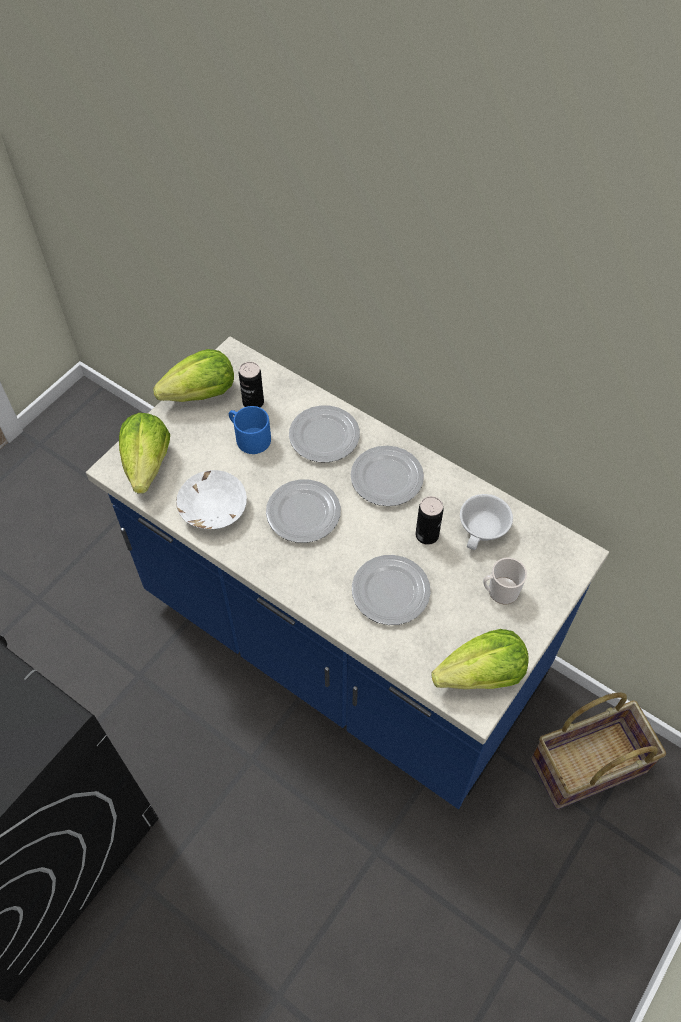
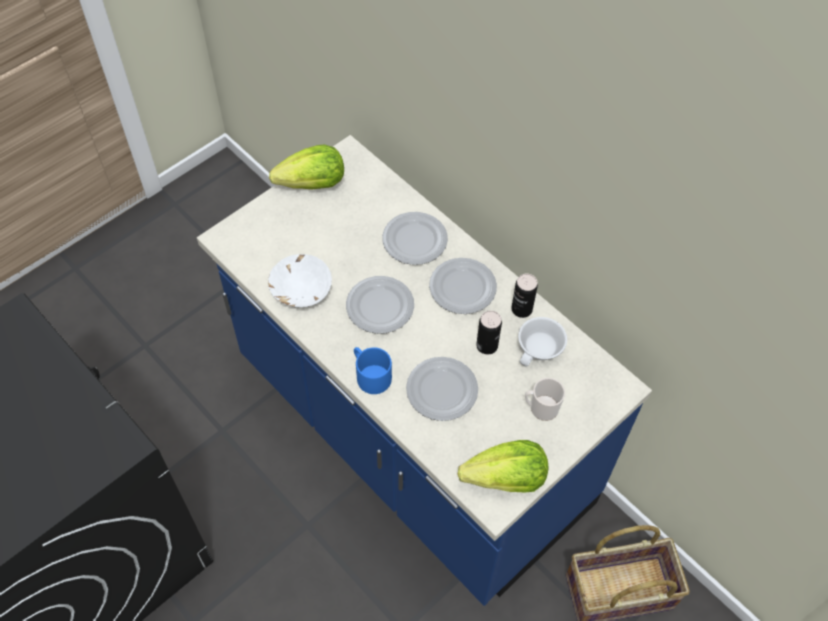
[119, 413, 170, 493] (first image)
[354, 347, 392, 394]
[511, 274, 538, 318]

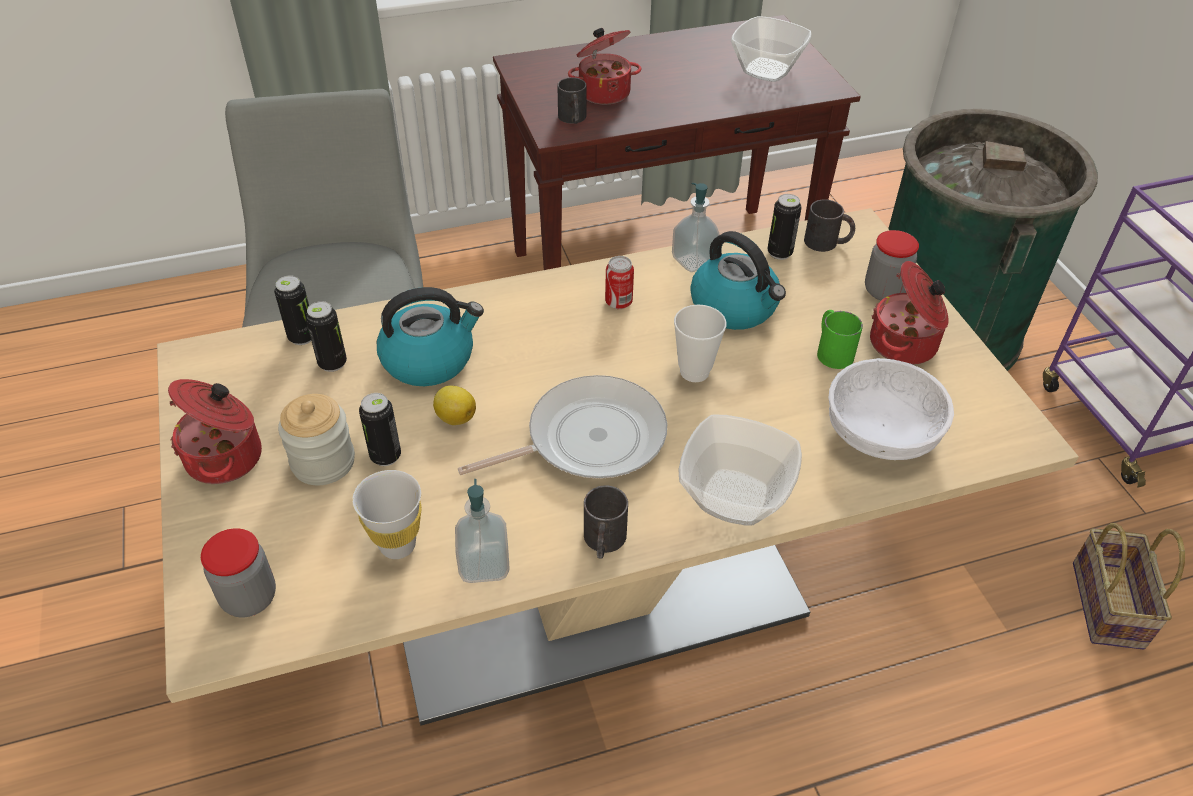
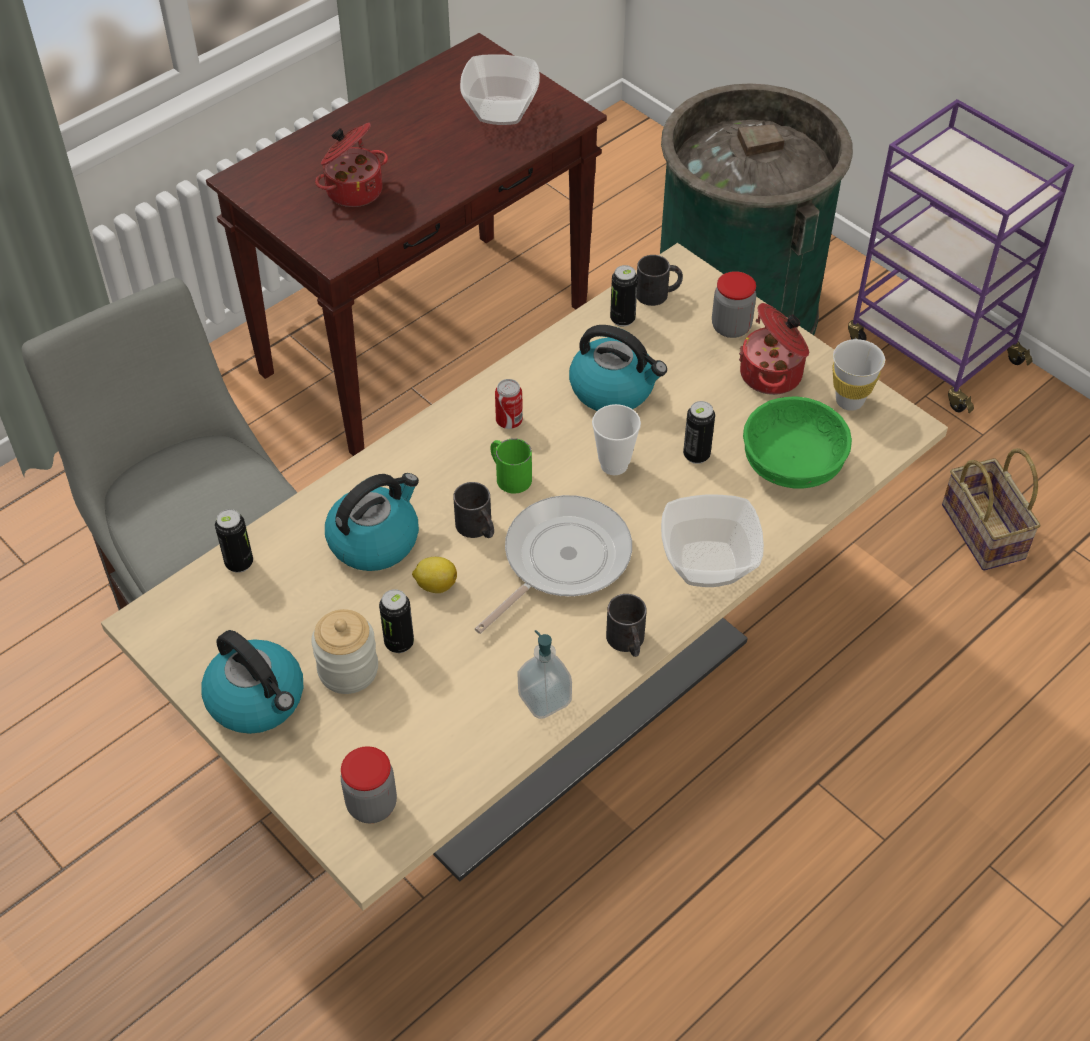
[202, 630, 304, 734]
[683, 401, 715, 464]
[832, 339, 885, 411]
[453, 482, 494, 538]
[672, 183, 720, 272] (first image)
[490, 438, 532, 494]
[743, 396, 852, 488]

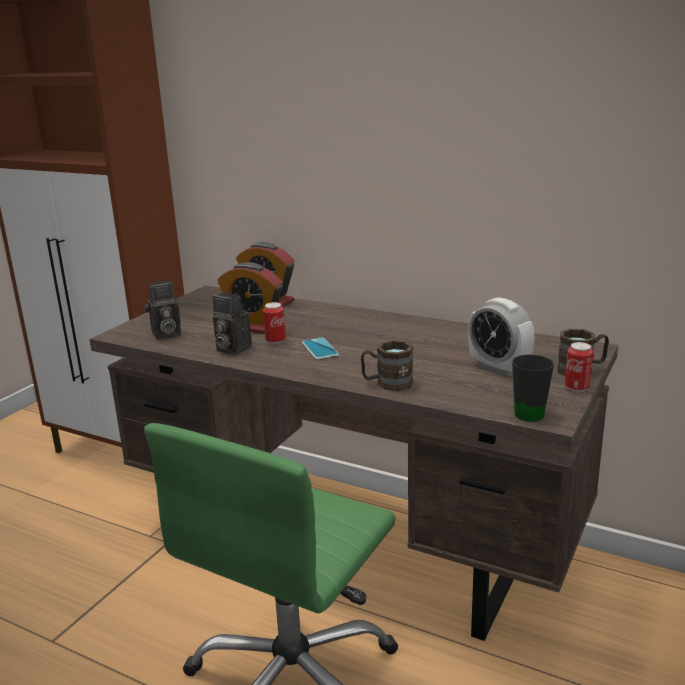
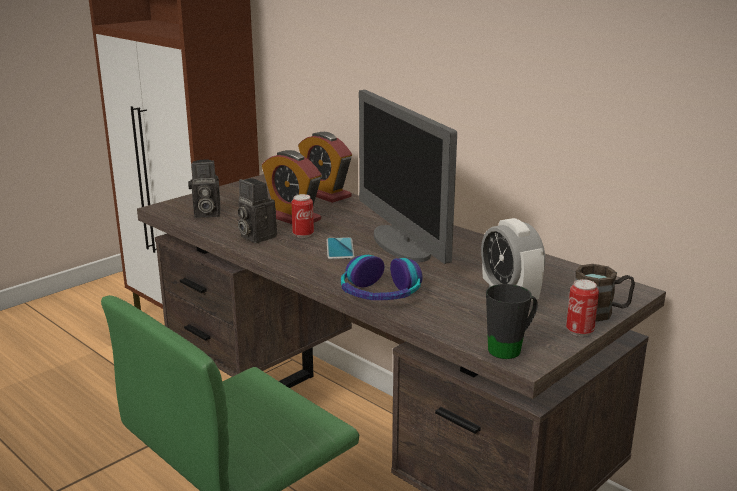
[341, 255, 423, 300]
[359, 90, 457, 264]

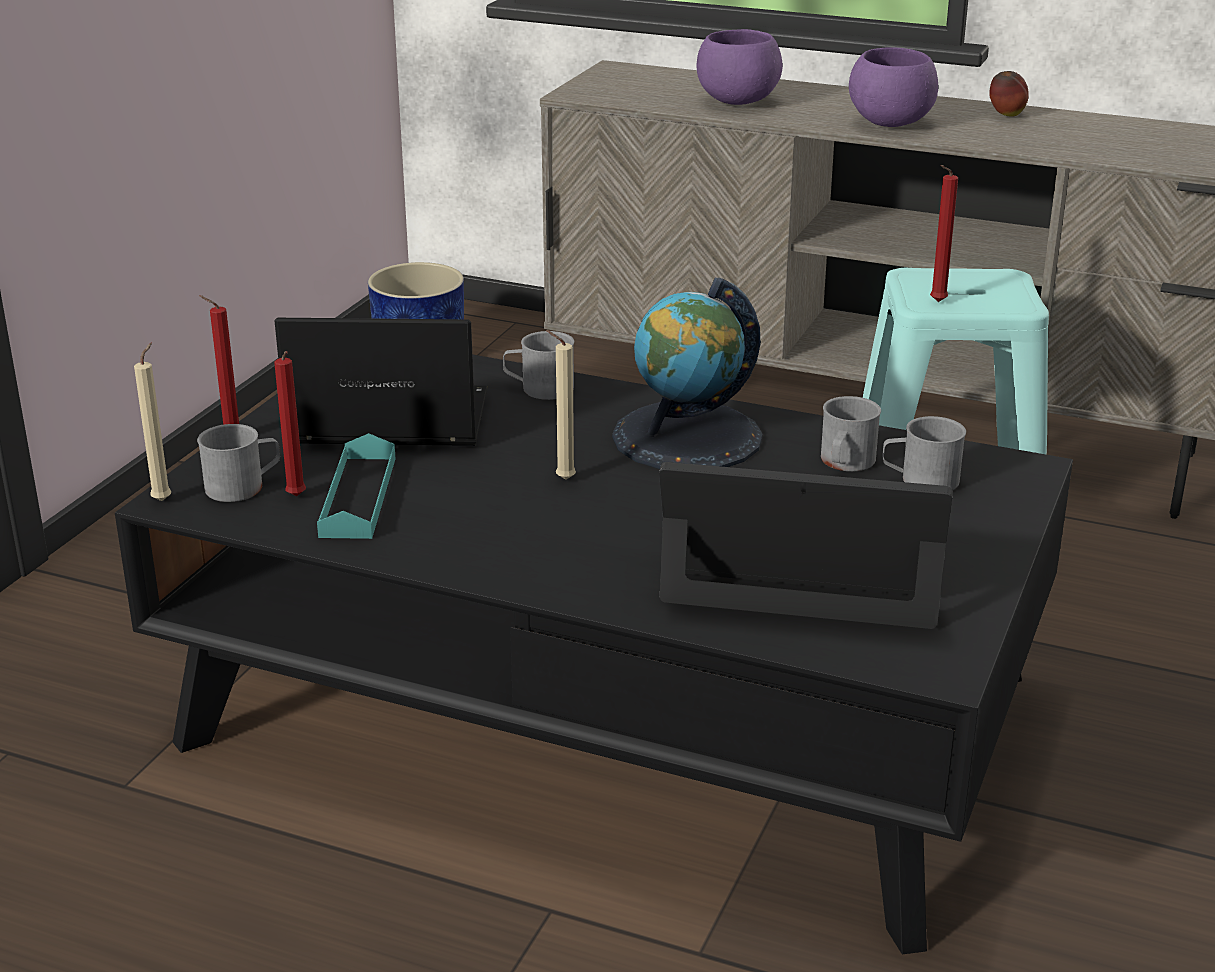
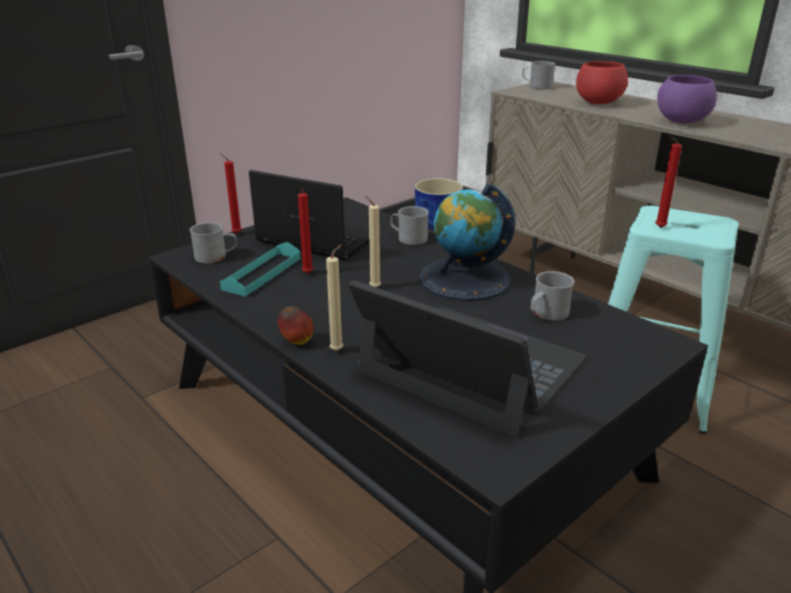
[326, 244, 343, 351]
[298, 188, 313, 273]
[576, 61, 628, 104]
[522, 61, 555, 89]
[278, 306, 314, 345]

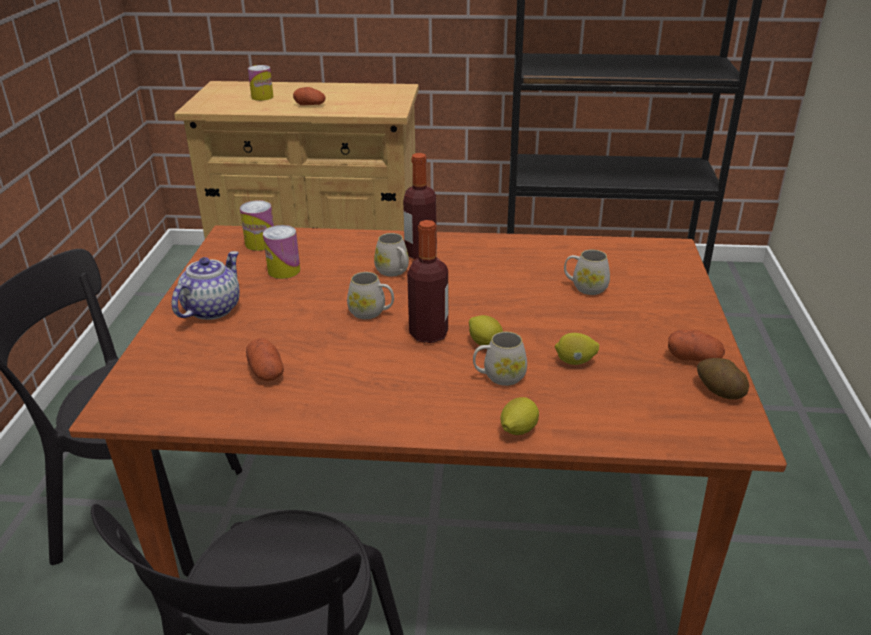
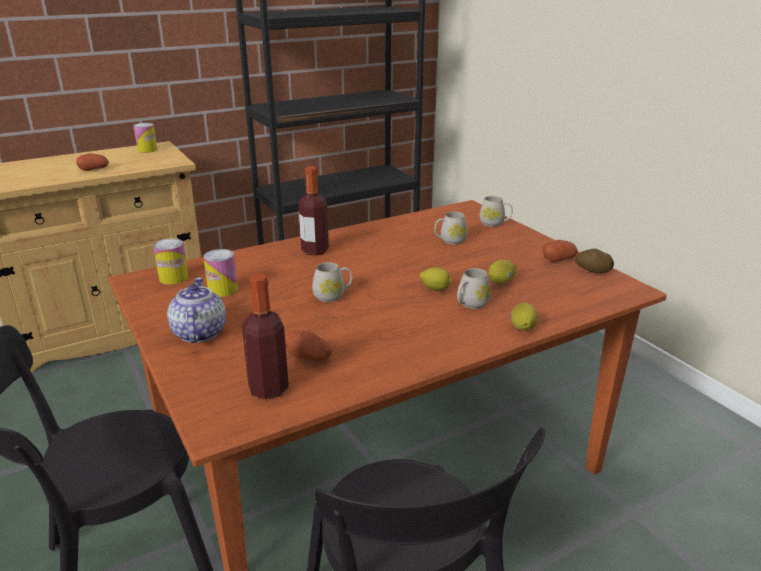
[134, 123, 158, 153]
[480, 196, 513, 227]
[242, 274, 289, 399]

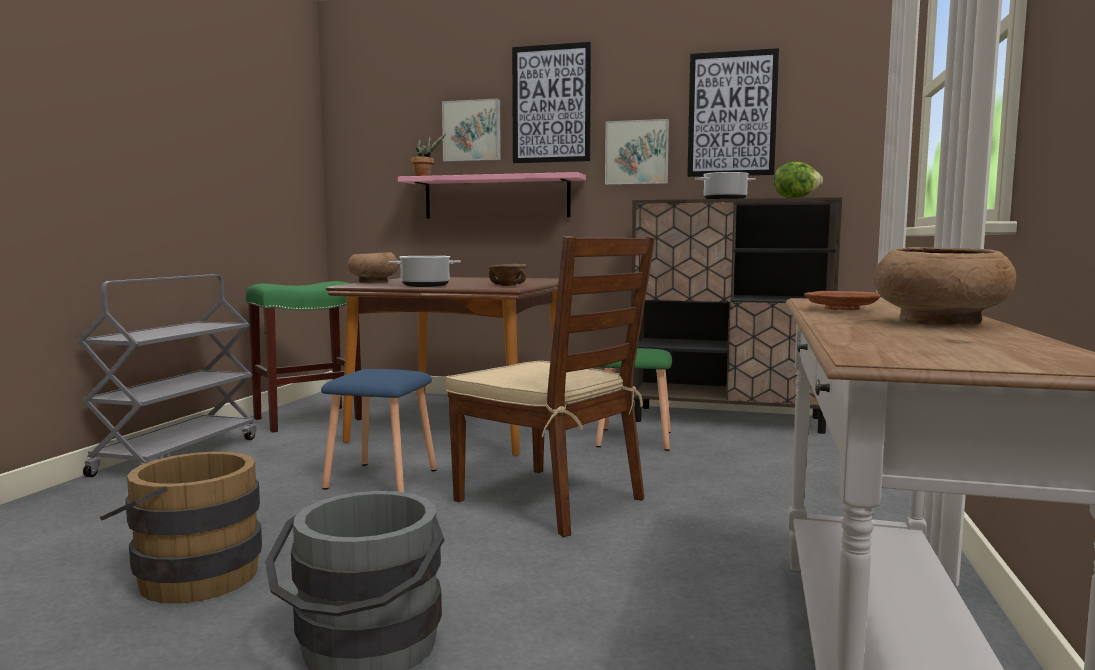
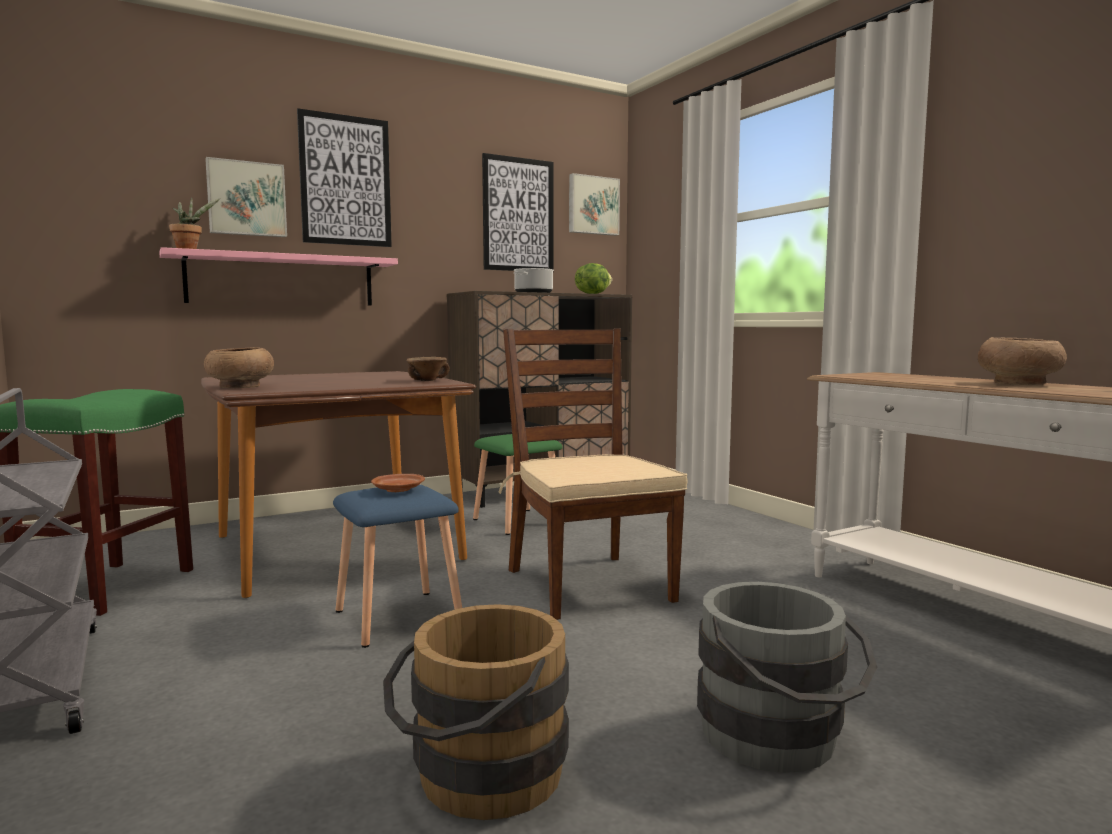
[388, 256, 461, 287] (first image)
[498, 328, 688, 620]
[569, 173, 620, 236]
[371, 474, 425, 492]

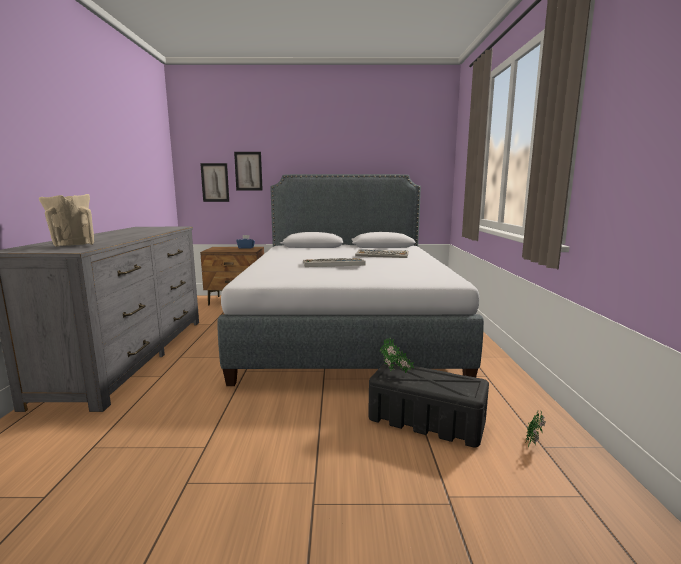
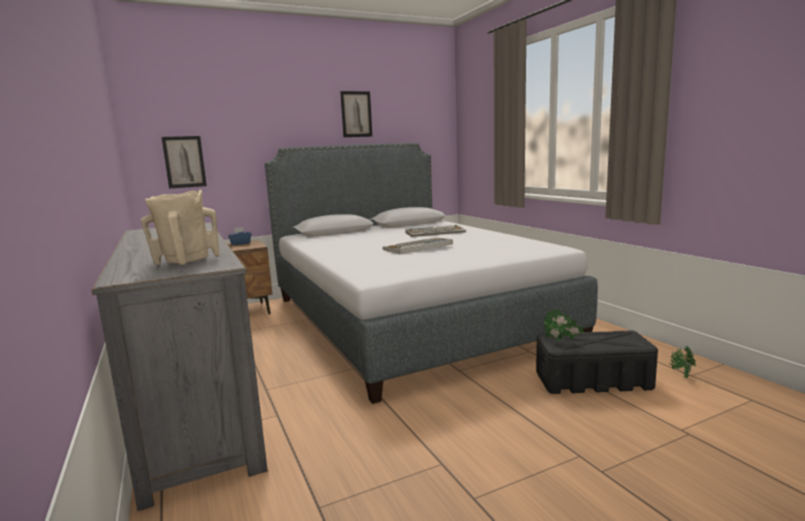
[340, 91, 372, 137]

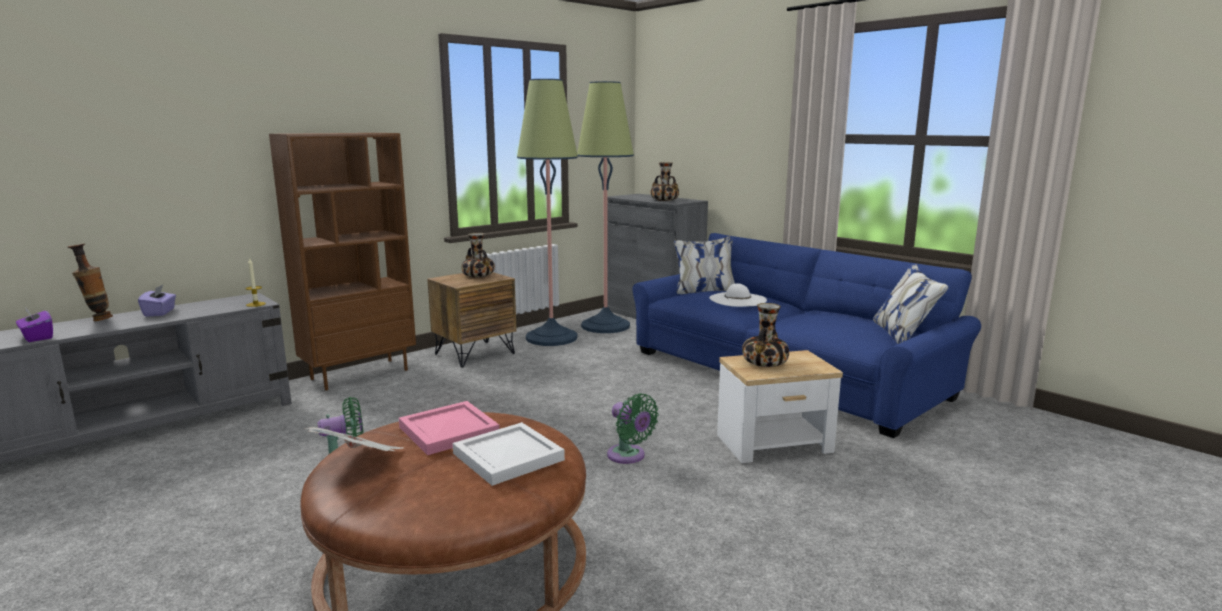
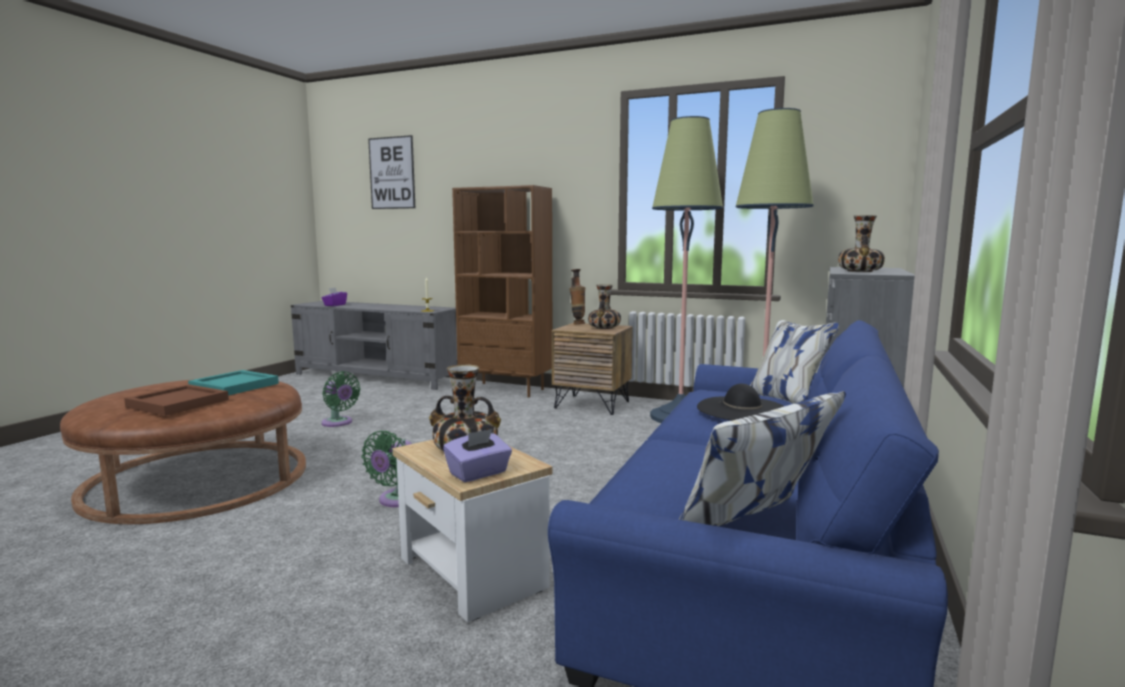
[569, 269, 585, 325]
[443, 429, 512, 482]
[305, 427, 404, 451] (first image)
[188, 370, 279, 396]
[124, 384, 229, 416]
[697, 384, 784, 420]
[368, 135, 415, 209]

